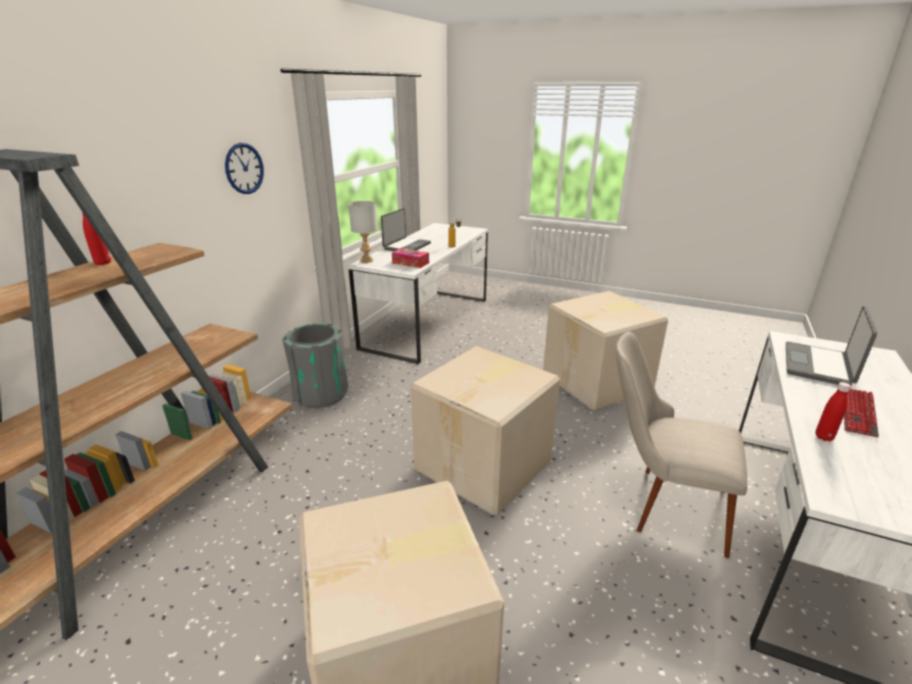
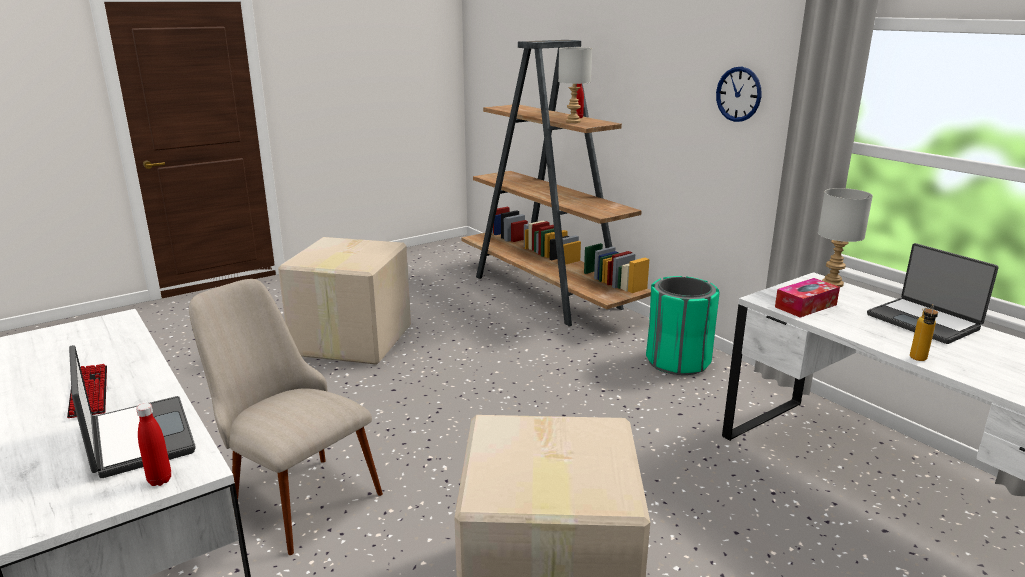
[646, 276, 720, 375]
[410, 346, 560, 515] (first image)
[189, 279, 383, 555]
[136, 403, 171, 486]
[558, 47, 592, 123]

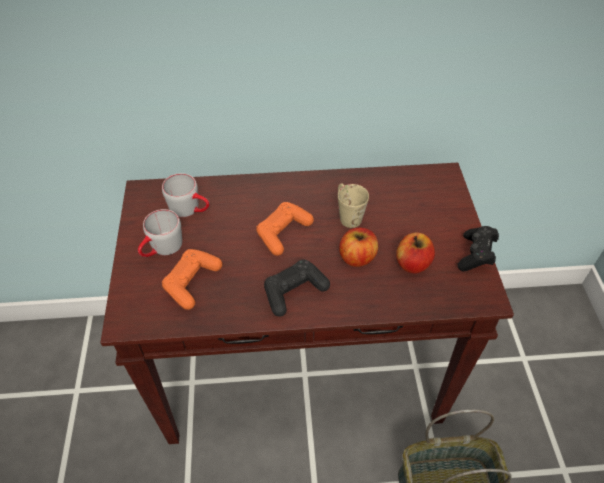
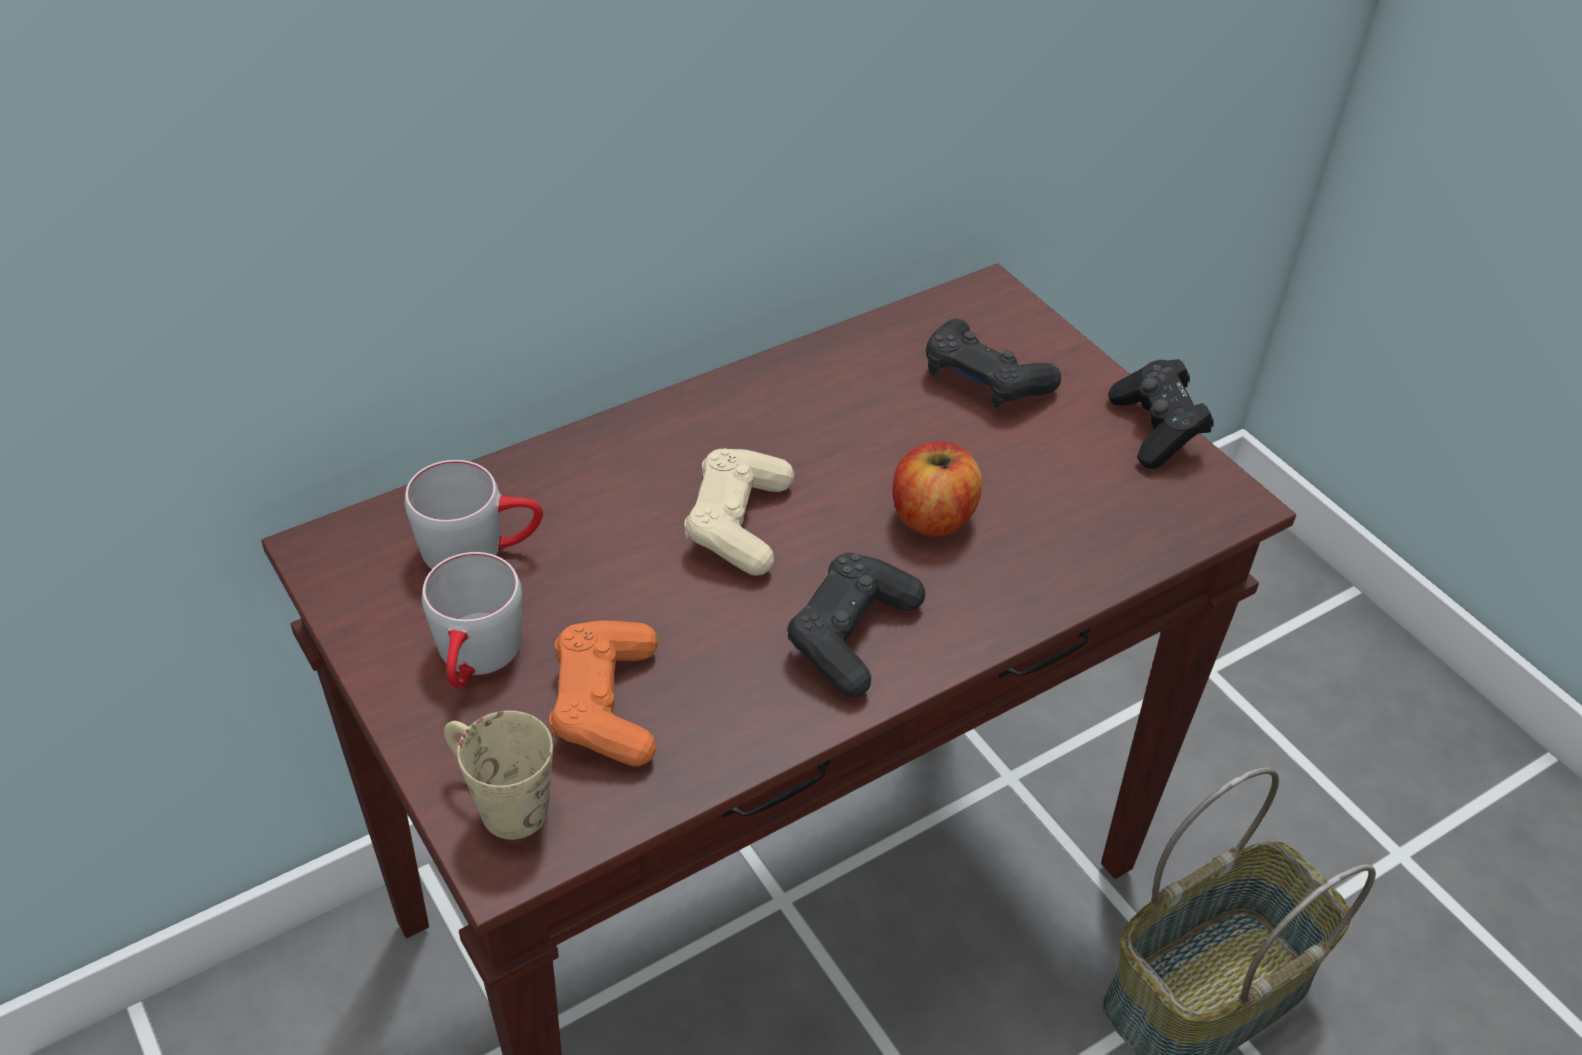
[684, 449, 794, 576]
[444, 711, 553, 840]
[396, 233, 435, 274] (first image)
[926, 318, 1061, 408]

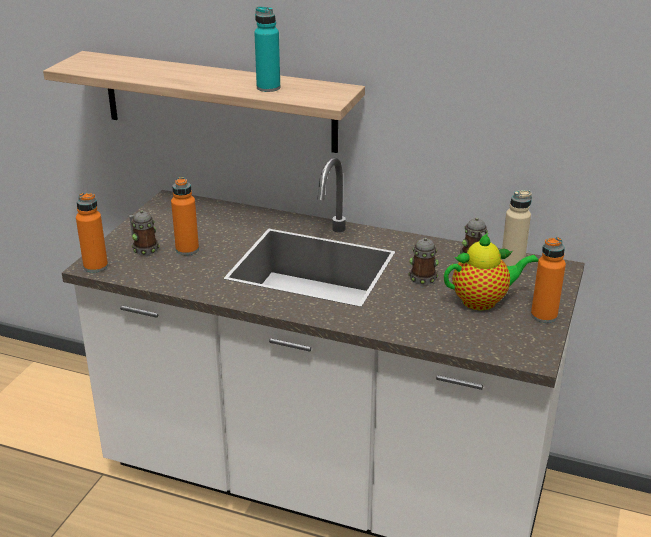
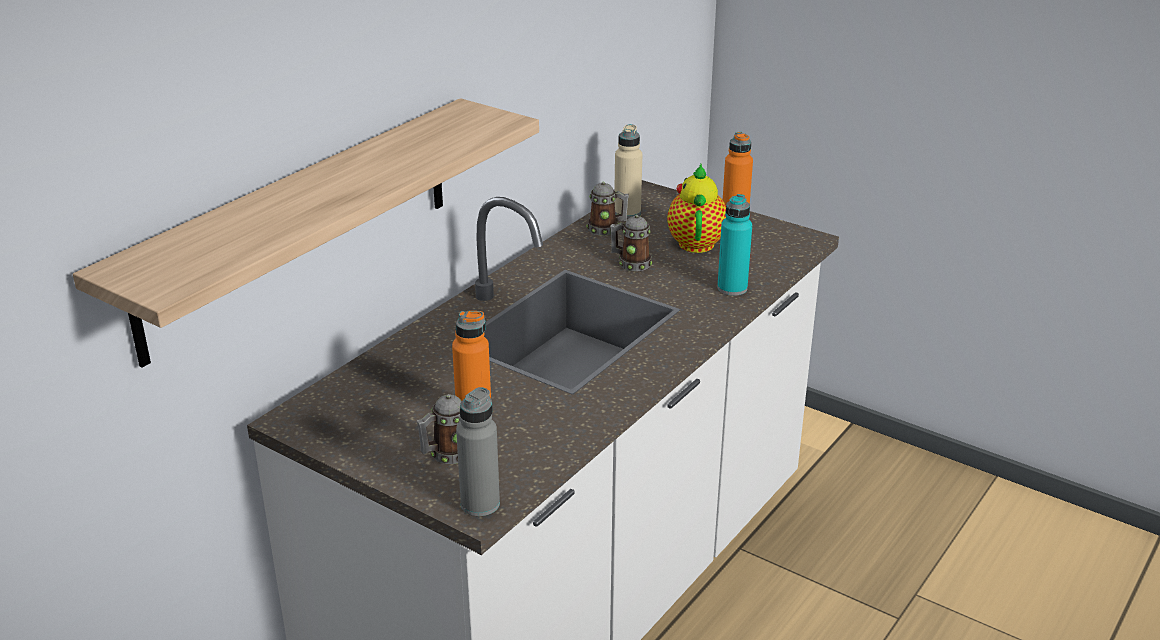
[456, 387, 500, 516]
[717, 194, 752, 296]

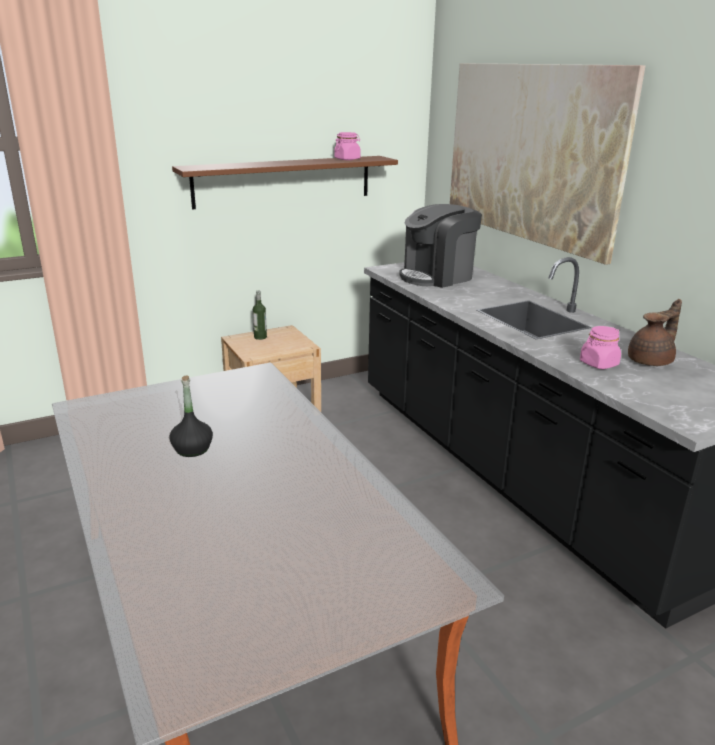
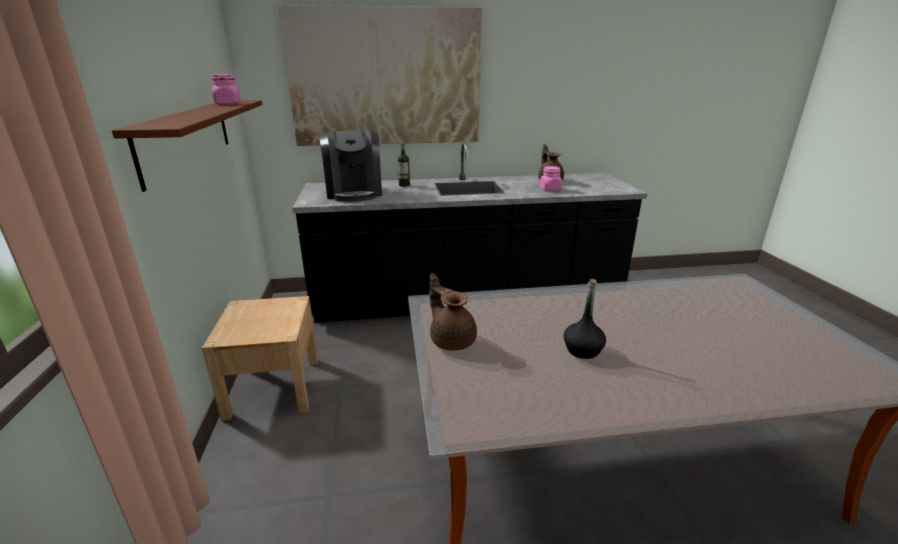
[398, 142, 410, 187]
[430, 273, 477, 350]

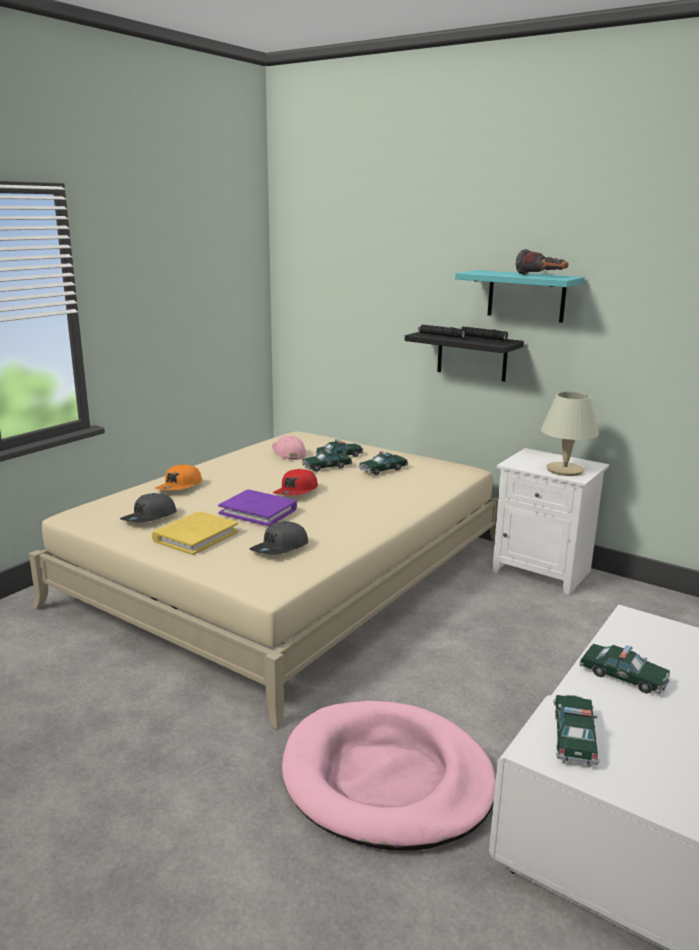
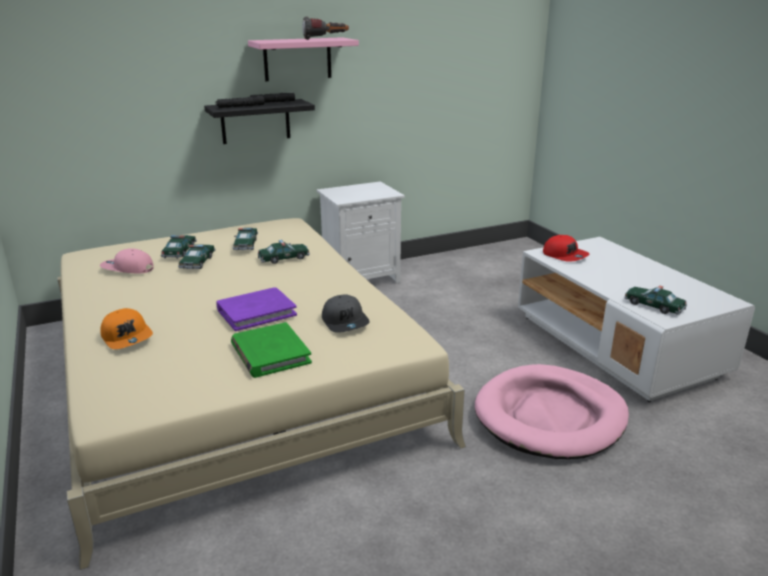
[120, 493, 177, 522] (first image)
[231, 322, 312, 378]
[543, 235, 590, 262]
[248, 37, 359, 81]
[541, 392, 599, 476] (first image)
[258, 240, 310, 264]

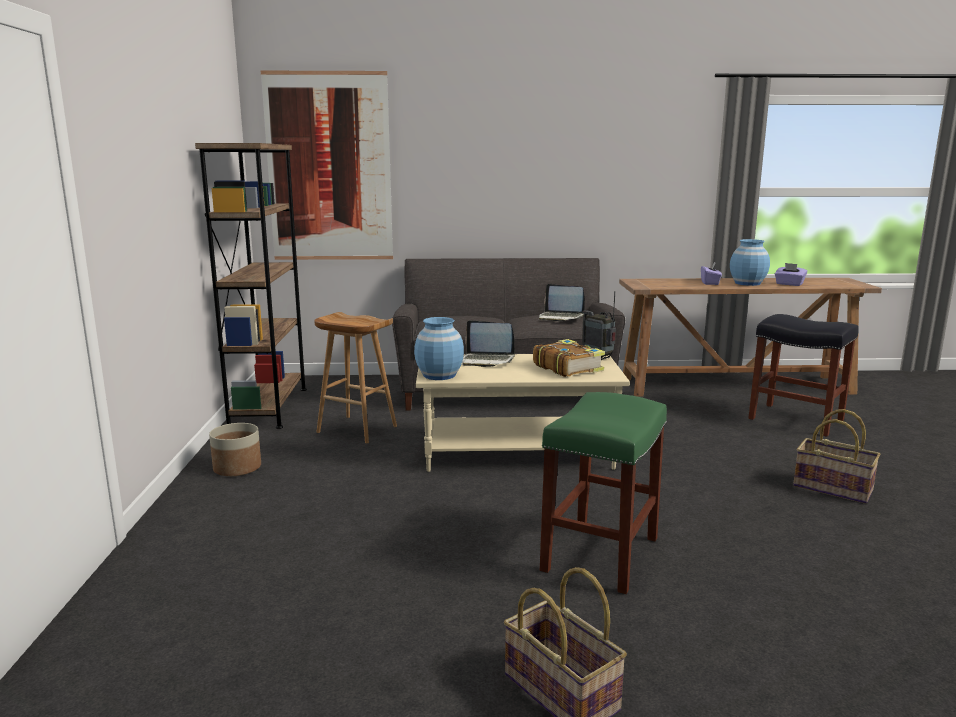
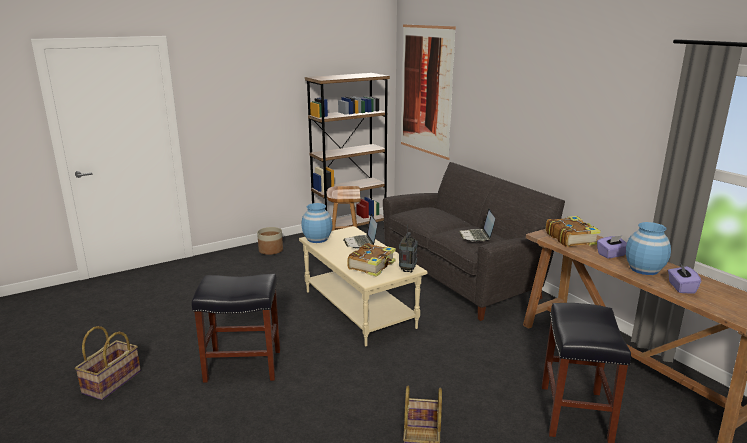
[192, 274, 280, 383]
[546, 216, 601, 247]

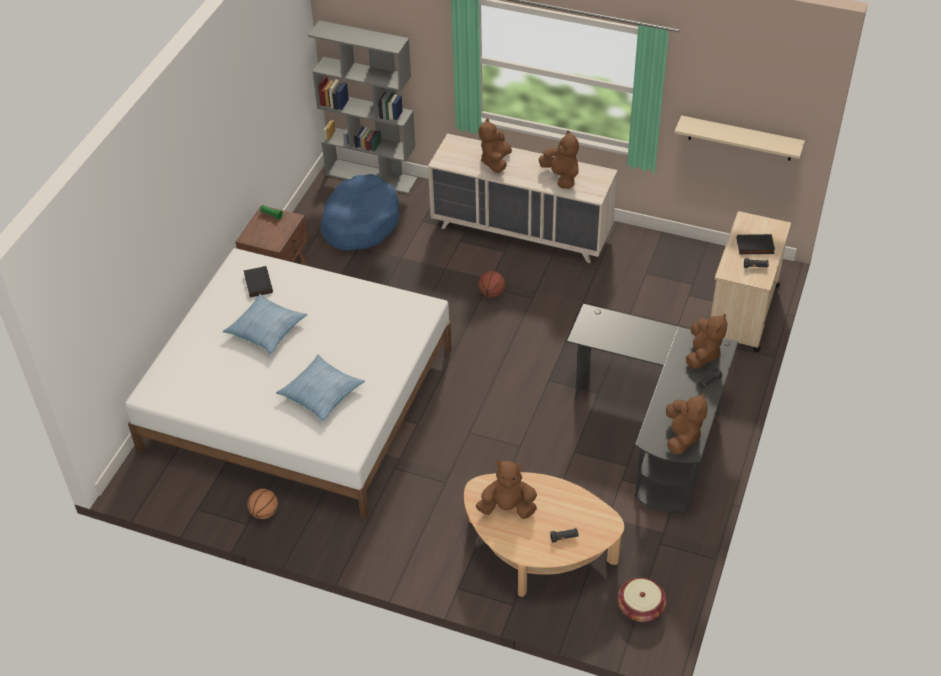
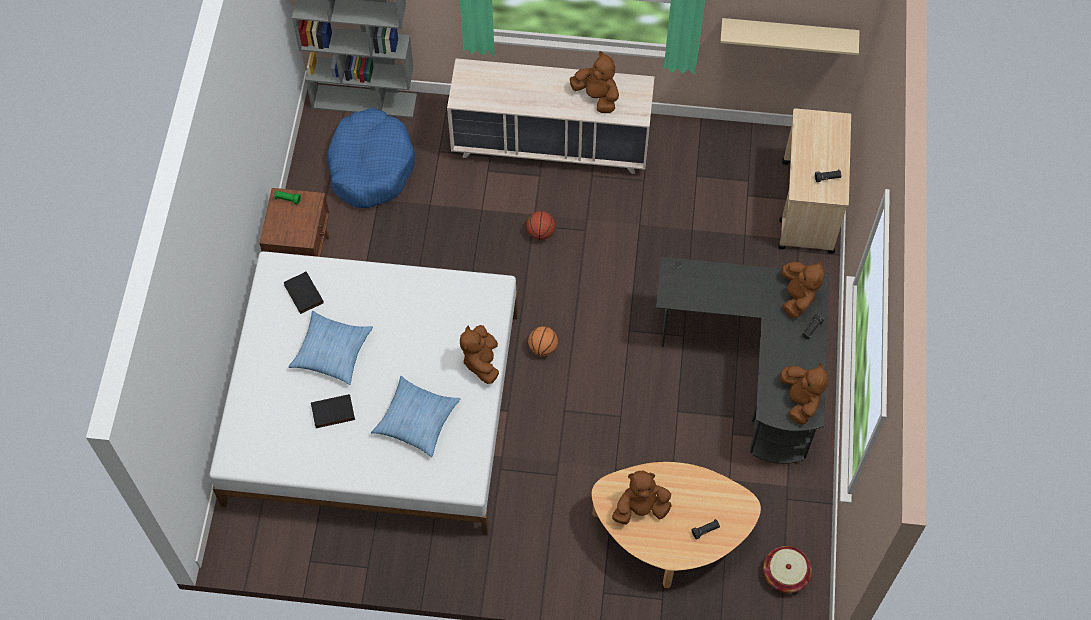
[528, 326, 558, 356]
[460, 325, 499, 384]
[311, 394, 355, 428]

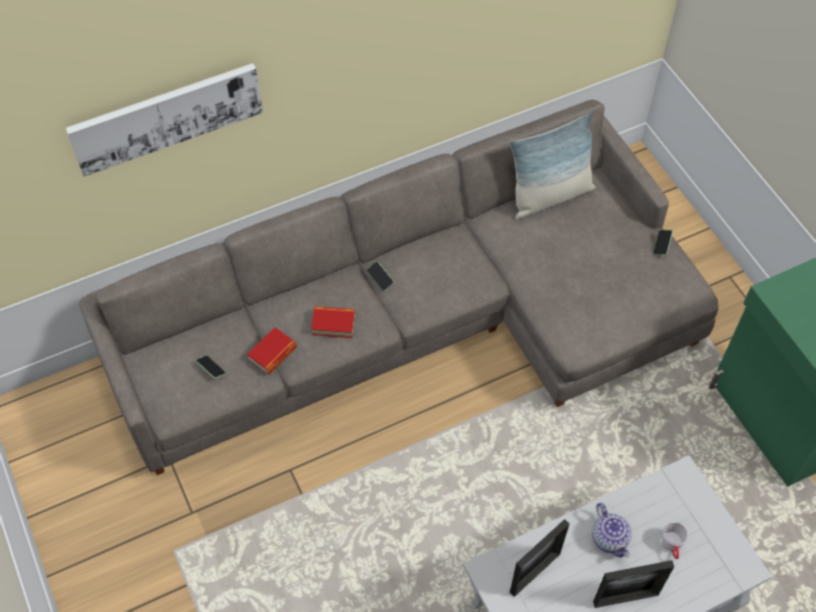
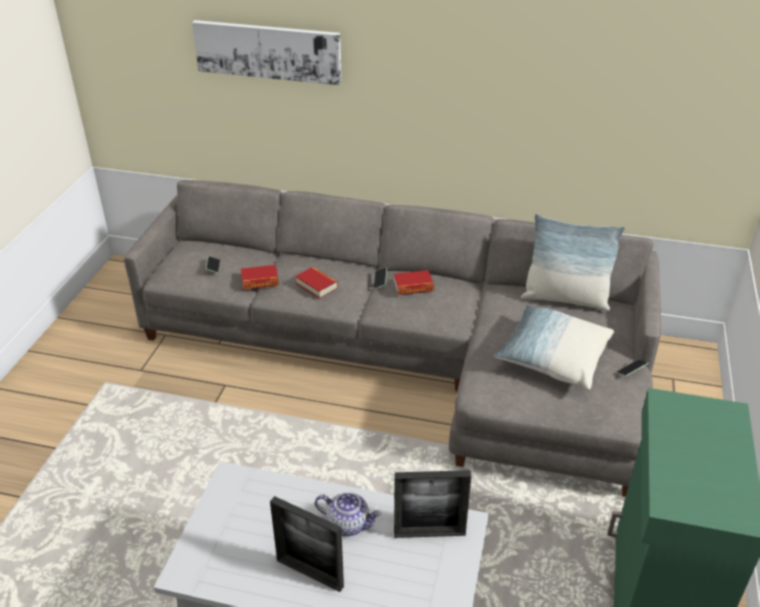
[394, 470, 471, 538]
[315, 492, 382, 536]
[661, 522, 688, 559] (first image)
[394, 270, 434, 295]
[494, 305, 614, 390]

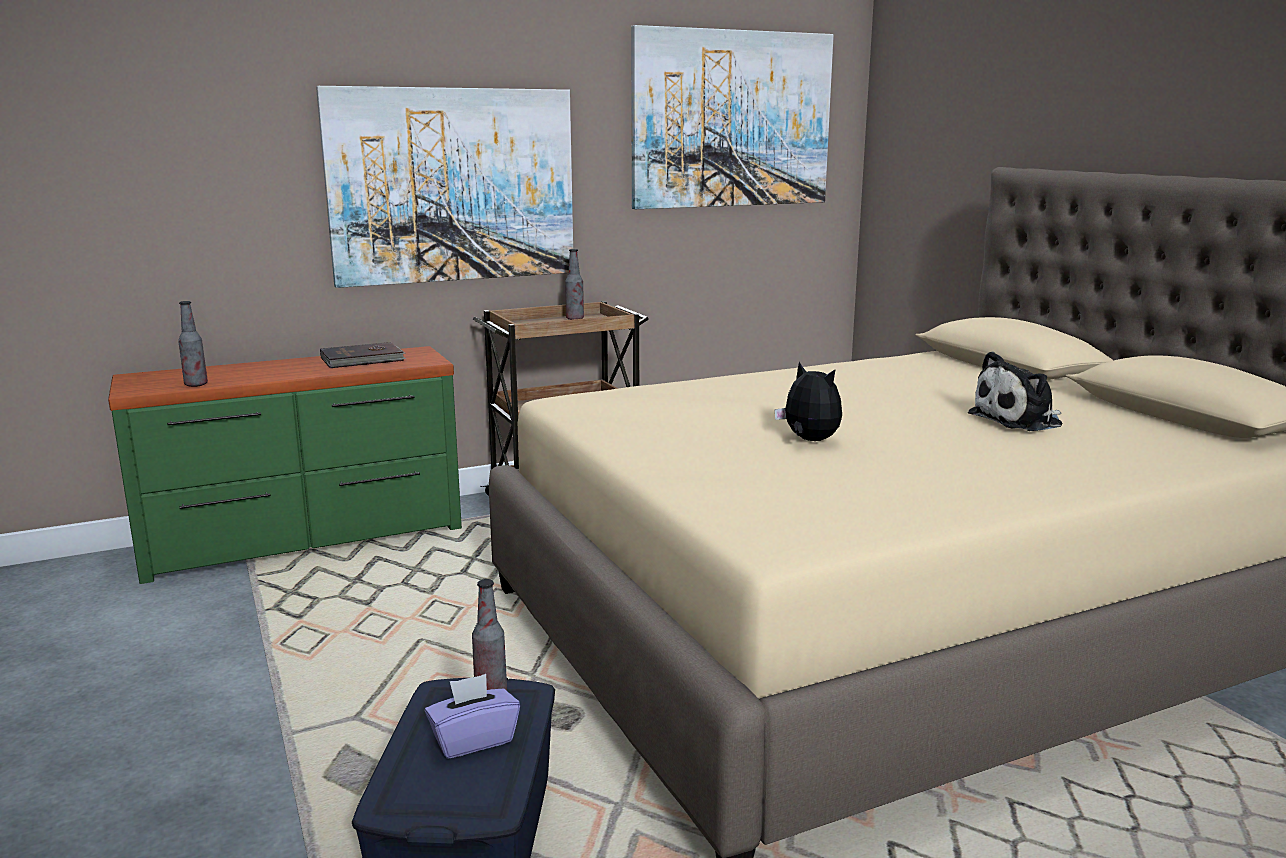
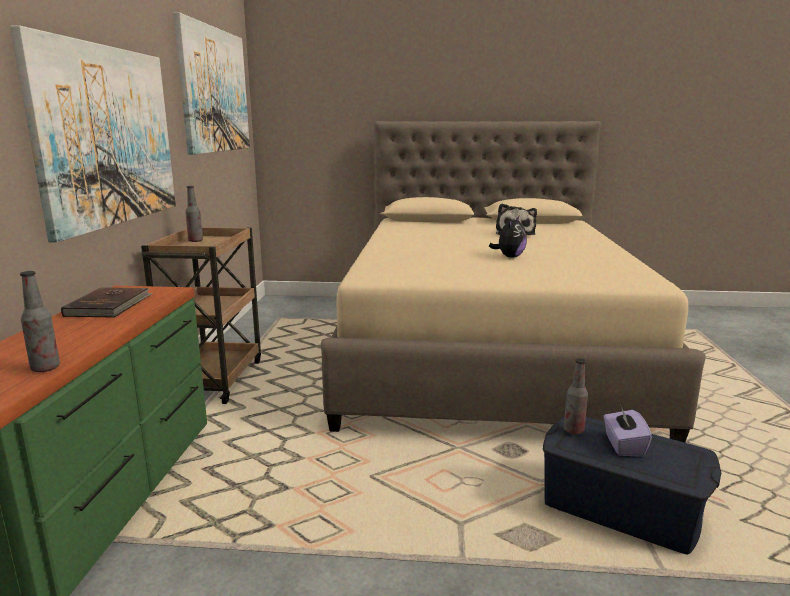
[489, 216, 527, 258]

